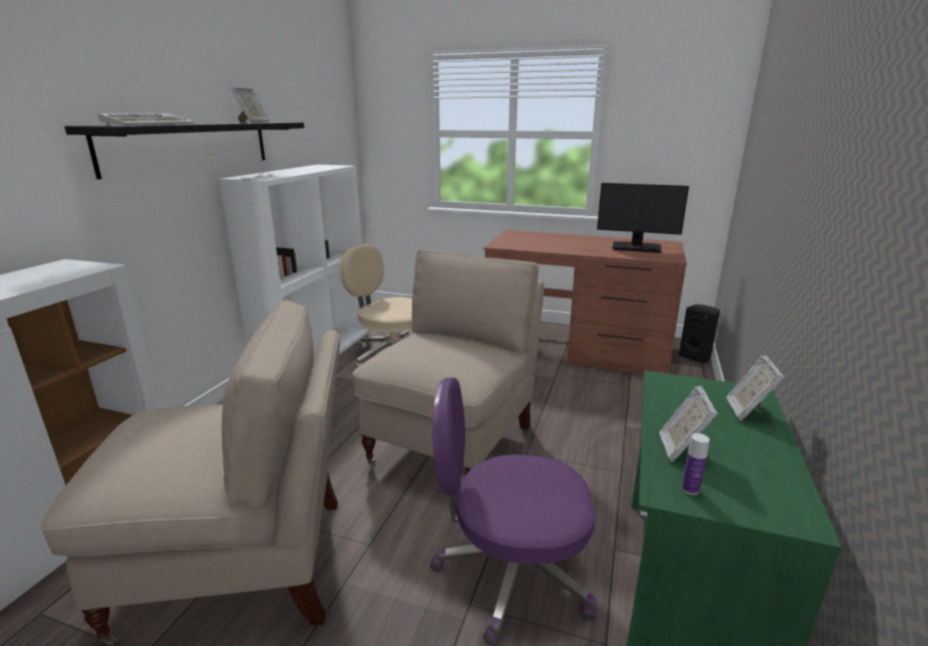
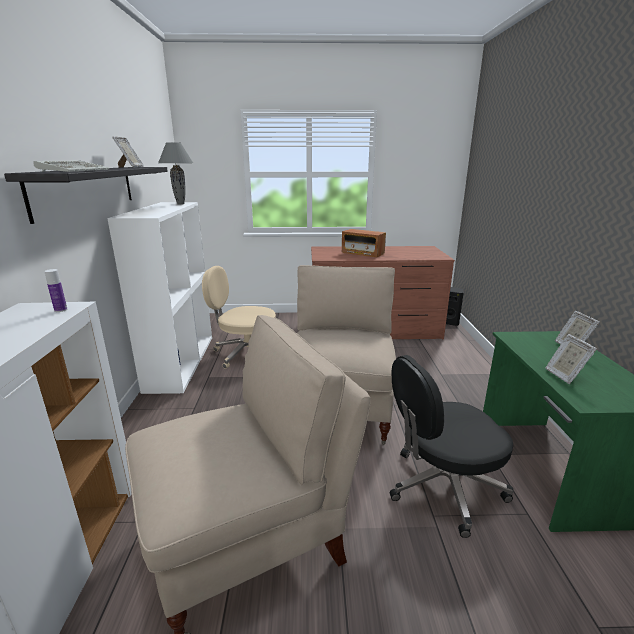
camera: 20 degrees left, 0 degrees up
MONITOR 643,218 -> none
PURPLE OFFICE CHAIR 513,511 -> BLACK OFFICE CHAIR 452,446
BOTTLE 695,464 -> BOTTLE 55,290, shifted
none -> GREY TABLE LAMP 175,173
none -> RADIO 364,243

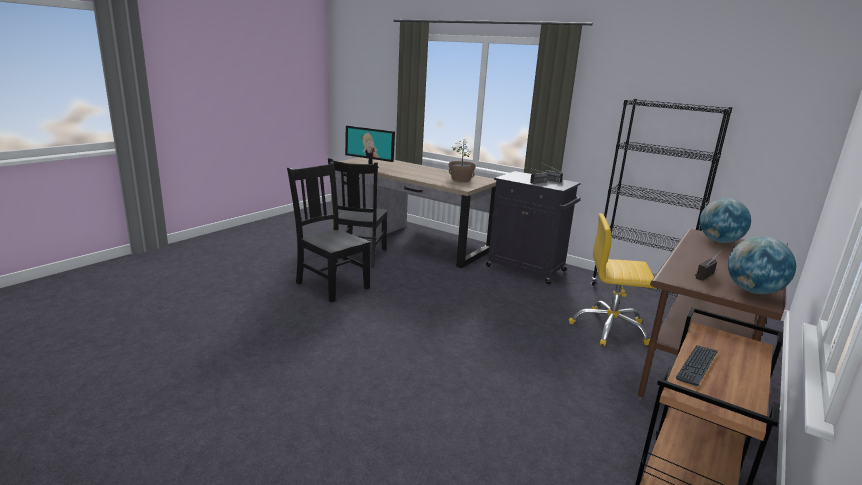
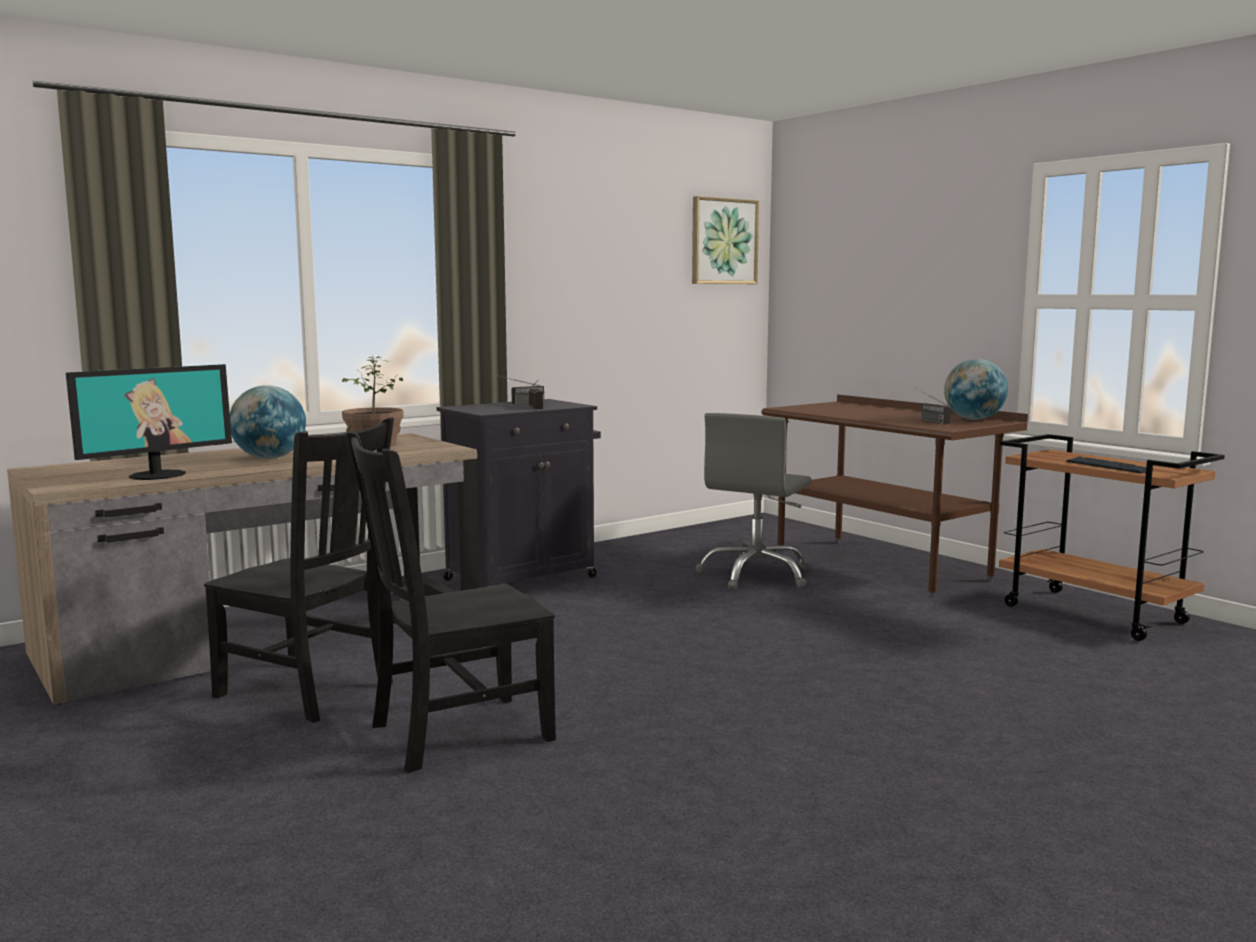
camera: 70 degrees left, 10 degrees down
BLACK BOOKCASE 662,198 -> none
GLOBE 725,220 -> GLOBE 268,422, shifted
YELLOW OFFICE CHAIR 613,279 -> GREY OFFICE CHAIR 753,501
none -> PICTURE 725,240

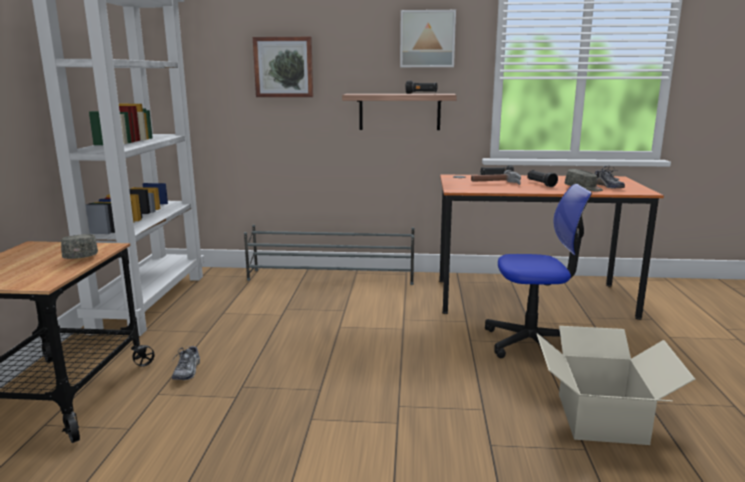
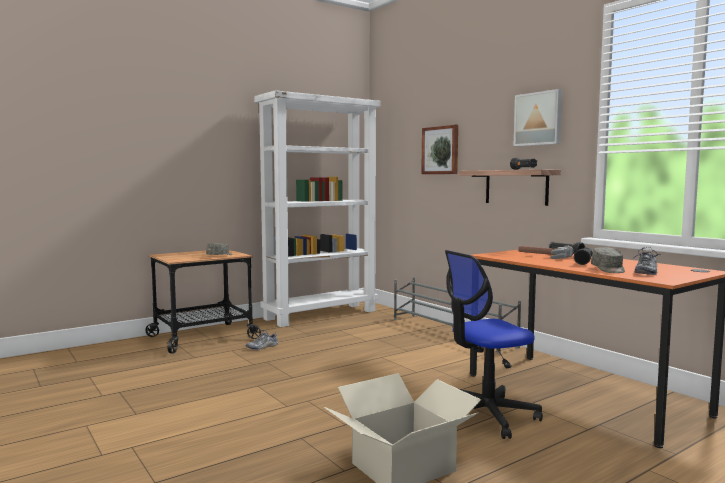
camera: 50 degrees right, 10 degrees down
OFFICE CHAIR 538,271 -> OFFICE CHAIR 494,344, 105 degrees clockwise

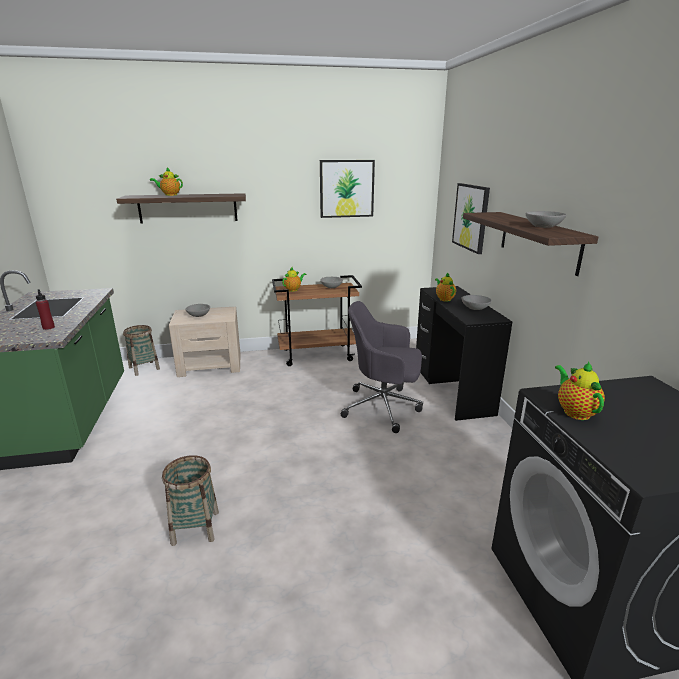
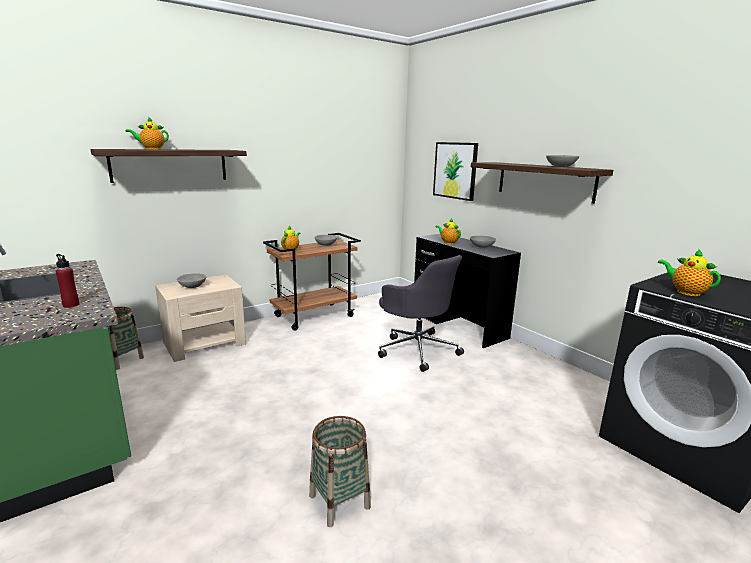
camera: 25 degrees left, 5 degrees down
PICTURE 347,189 -> none
GREY OFFICE CHAIR 382,367 -> GREY OFFICE CHAIR 421,313, 120 degrees counterclockwise

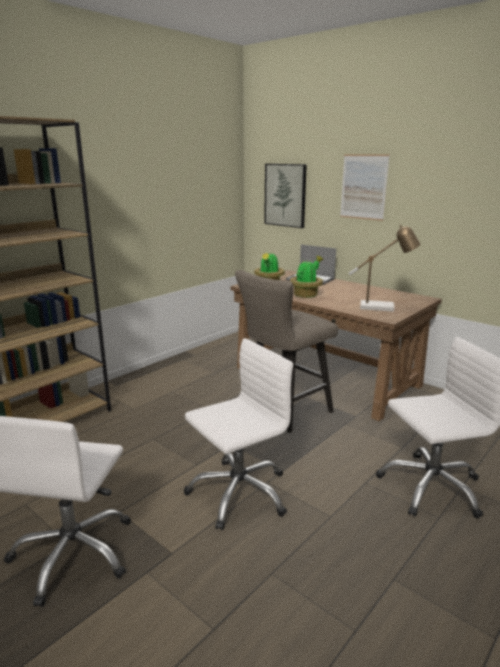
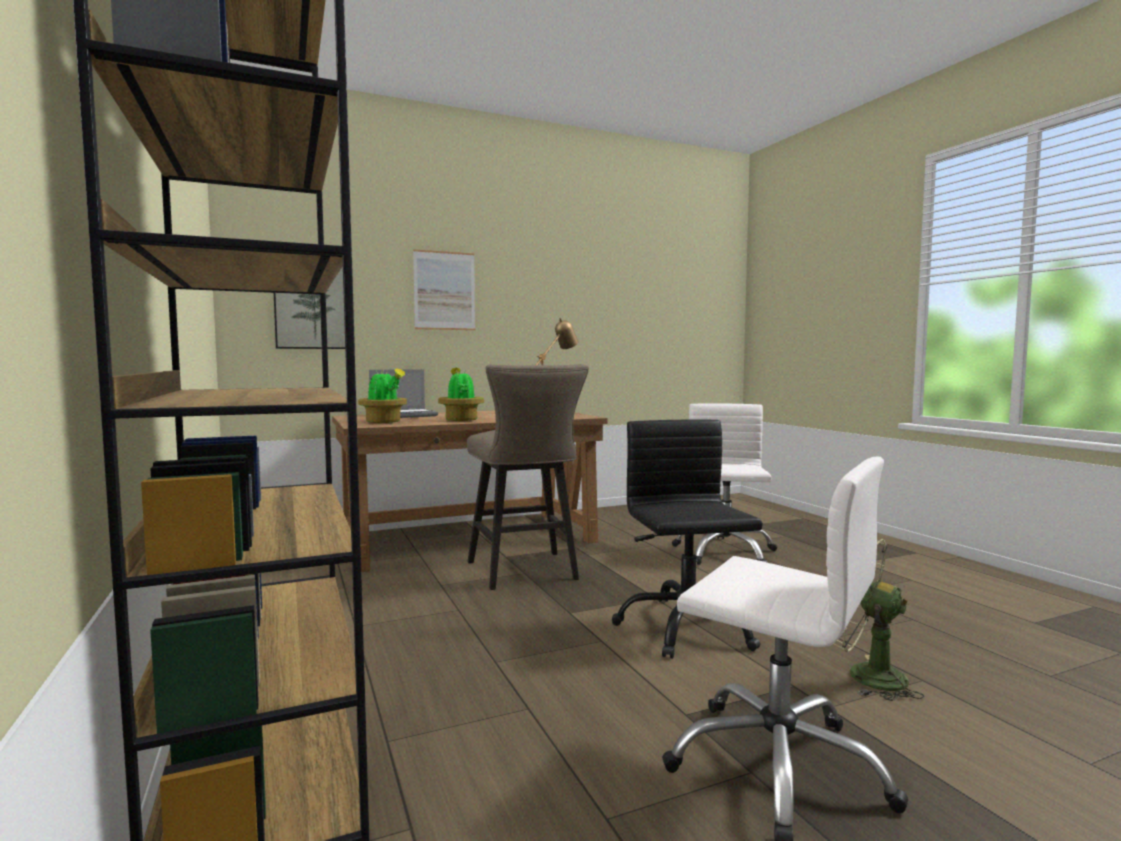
camera: 65 degrees left, 15 degrees down
WHITE OFFICE CHAIR 238,434 -> BLACK OFFICE CHAIR 687,539
none -> GREEN FAN 878,620

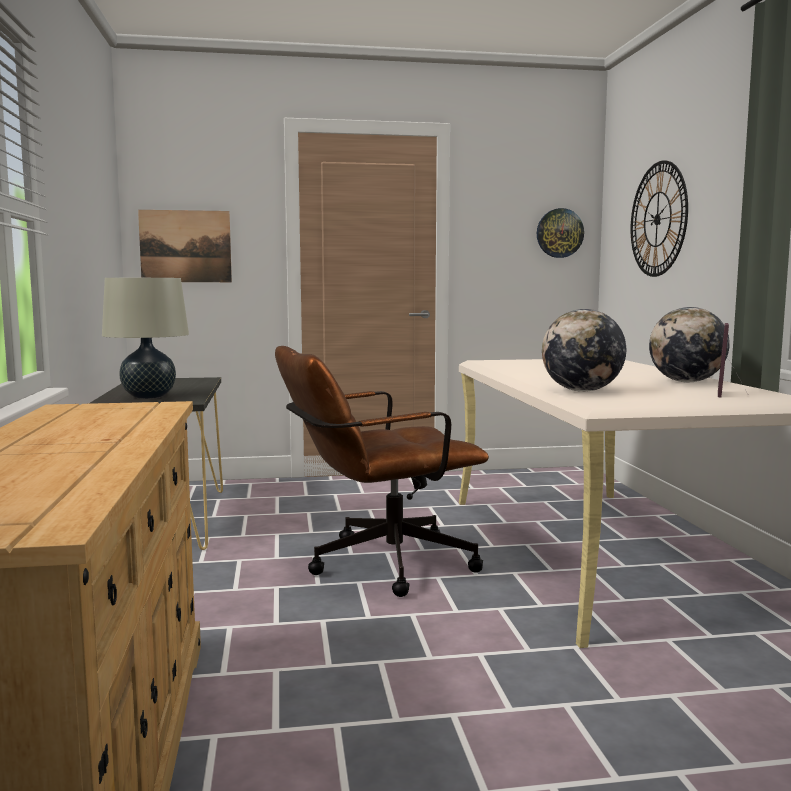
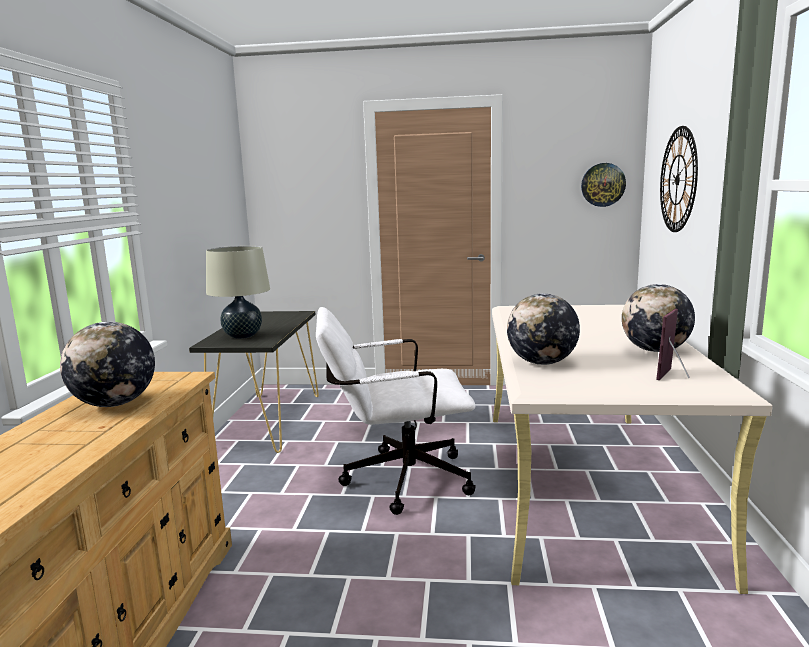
camera: 15 degrees right, 5 degrees up
PICTURE 185,246 -> none
BROWN OFFICE CHAIR 382,471 -> WHITE OFFICE CHAIR 396,411
none -> GLOBE 107,364

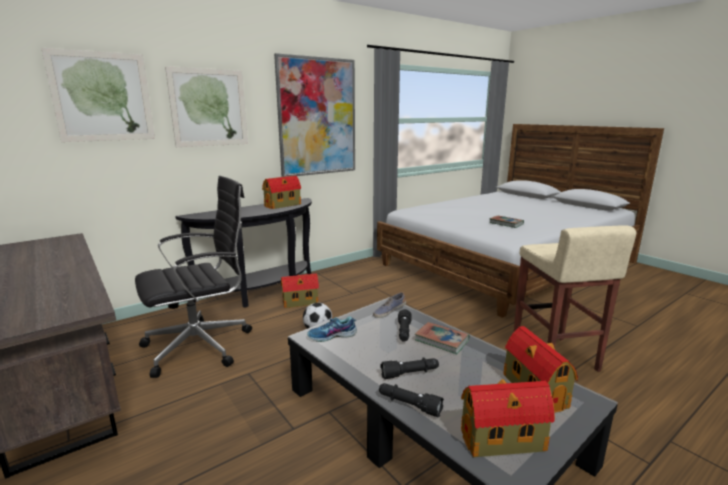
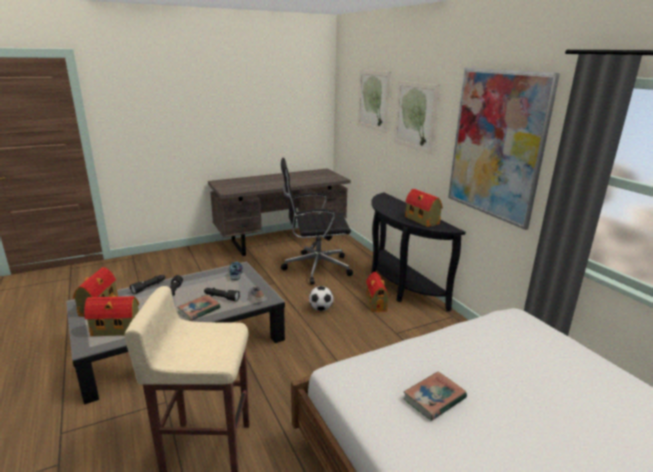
camera: 100 degrees right, 5 degrees up
BLACK OFFICE CHAIR 193,277 -> BLACK OFFICE CHAIR 317,221, 105 degrees clockwise

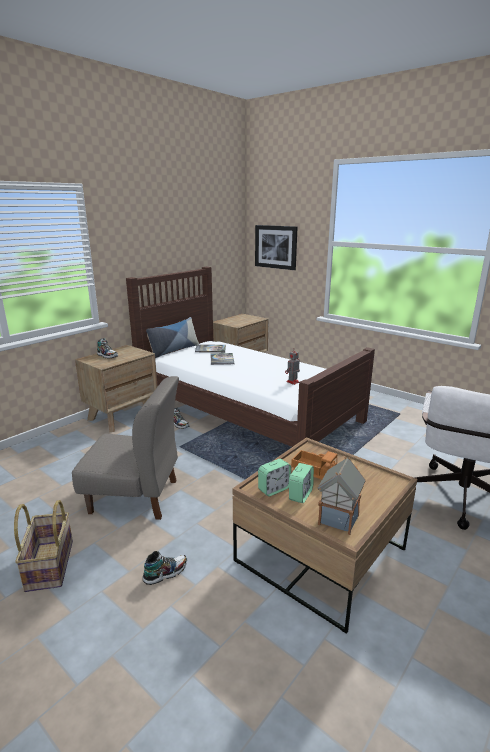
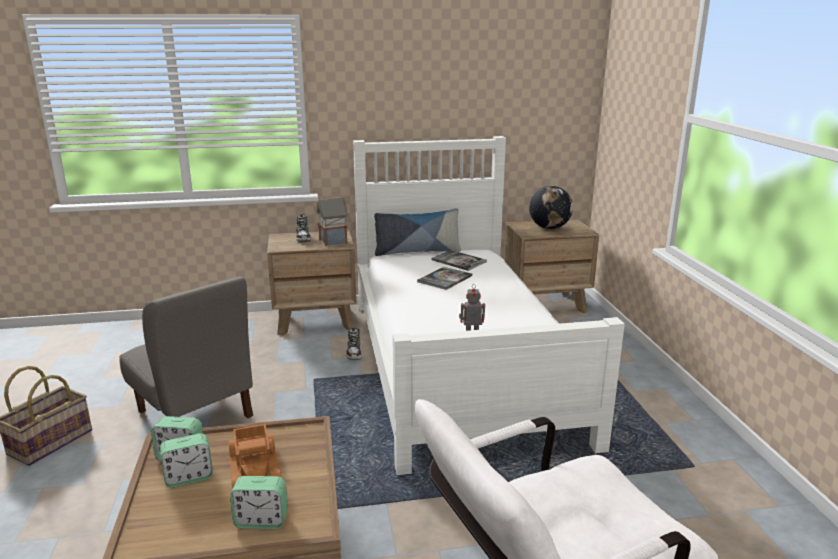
camera: 40 degrees right, 0 degrees up
PICTURE 276,247 -> none
BROWN BED 250,357 -> WHITE BED 489,305
TOY HOUSE 342,496 -> TOY HOUSE 332,221, shifted
SHOE 164,568 -> none
none -> GLOBE 551,207
none -> ALARM CLOCK 259,502

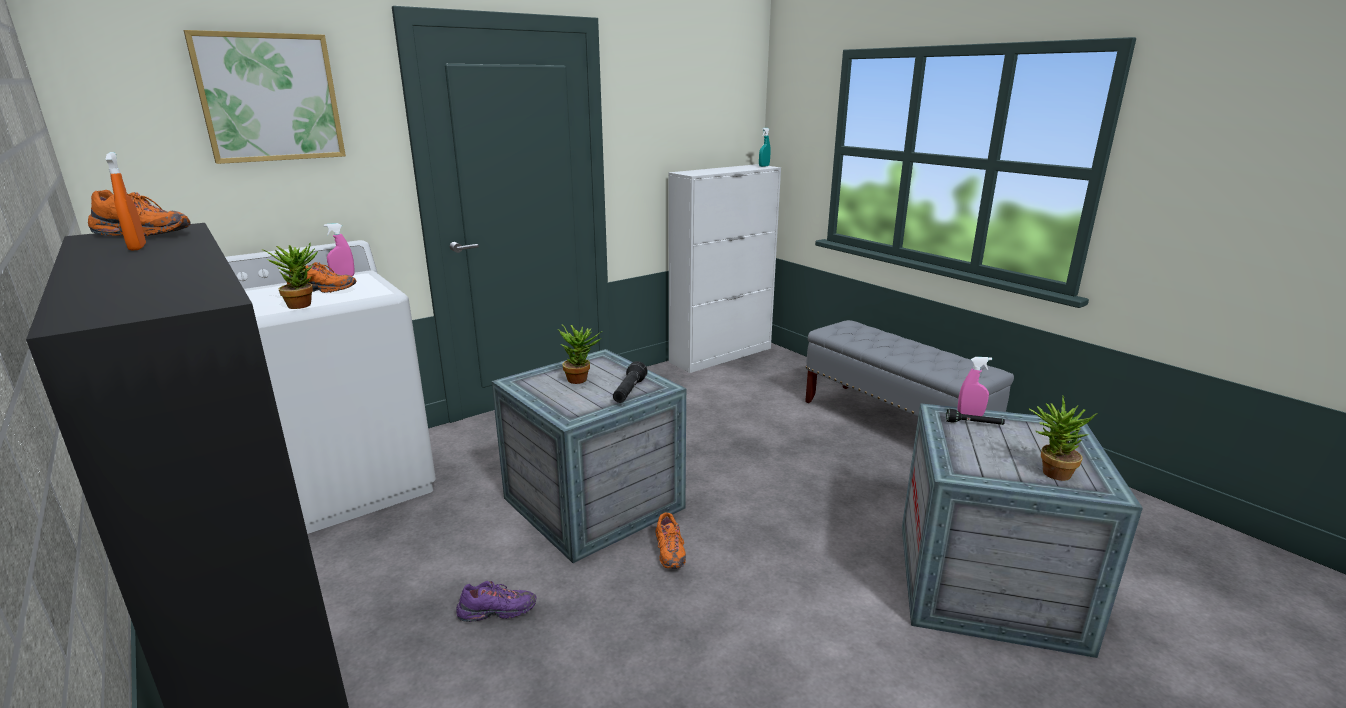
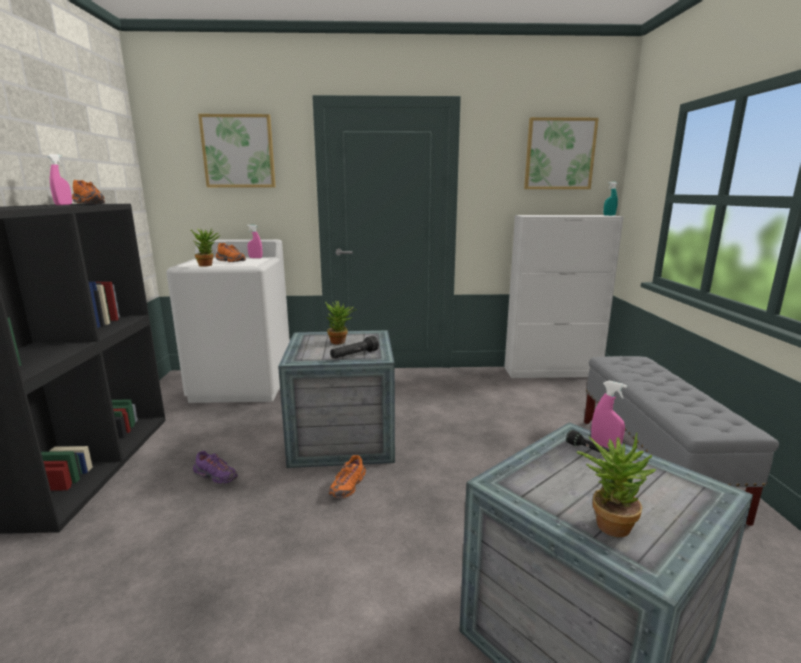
camera: 35 degrees right, 5 degrees down
ORANGE SPRAY BOTTLE 126,201 -> PINK SPRAY BOTTLE 60,179
none -> PICTURE 561,153

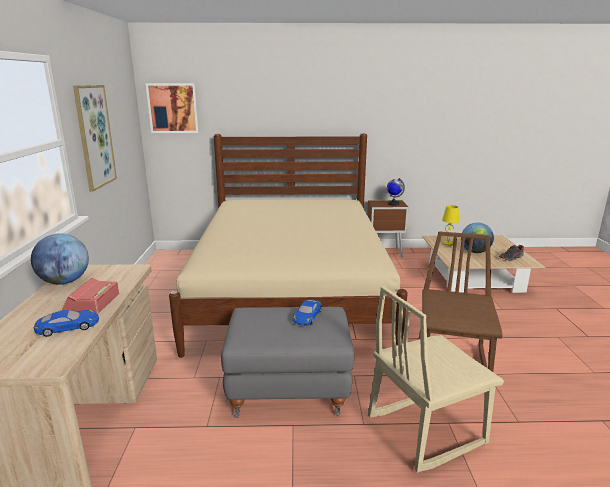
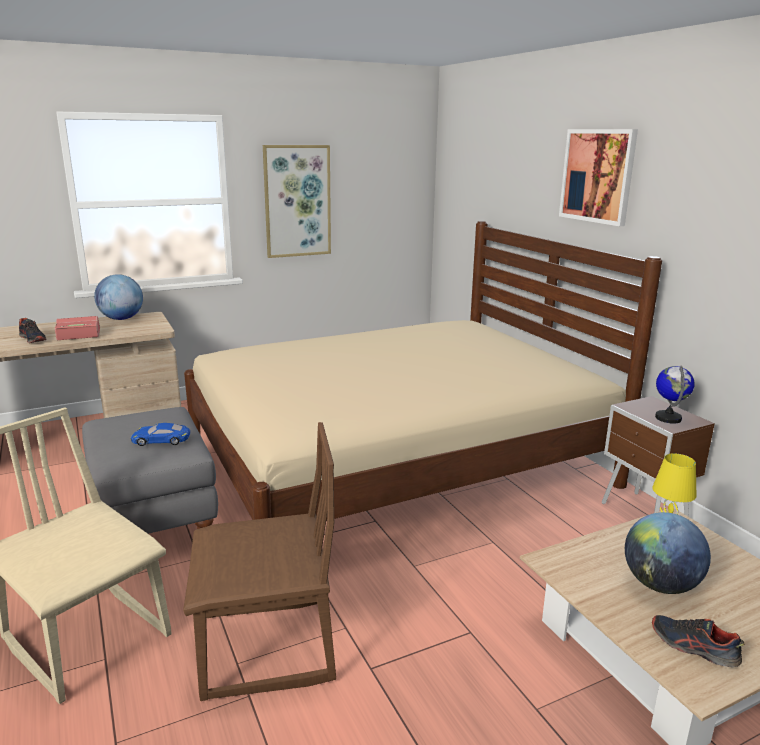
camera: 65 degrees right, 0 degrees up
PICTURE 172,108 -> PICTURE 598,177, shifted
BLUE TOY CAR 66,323 -> SHOE 33,330

